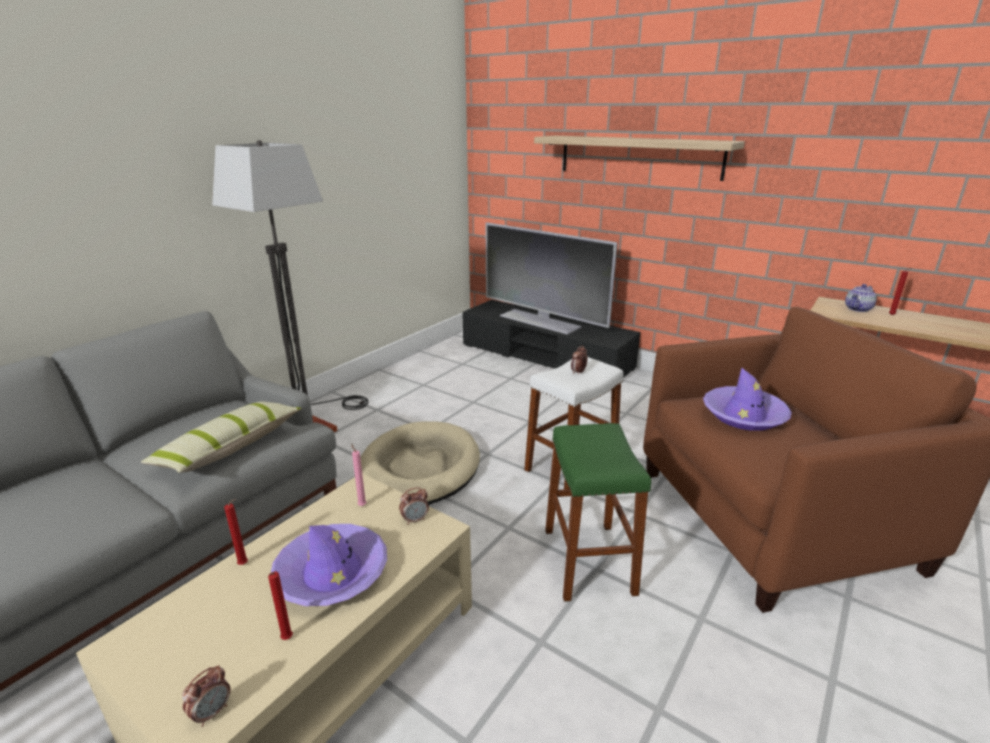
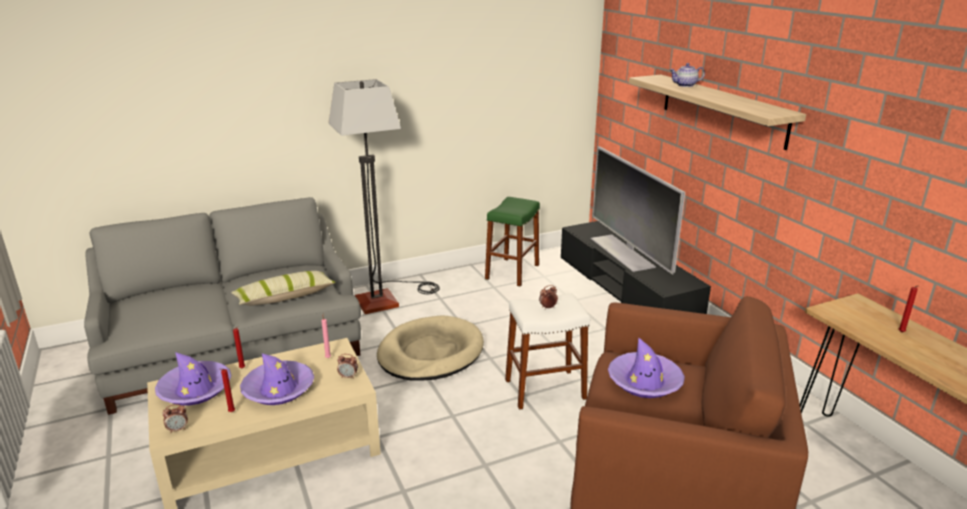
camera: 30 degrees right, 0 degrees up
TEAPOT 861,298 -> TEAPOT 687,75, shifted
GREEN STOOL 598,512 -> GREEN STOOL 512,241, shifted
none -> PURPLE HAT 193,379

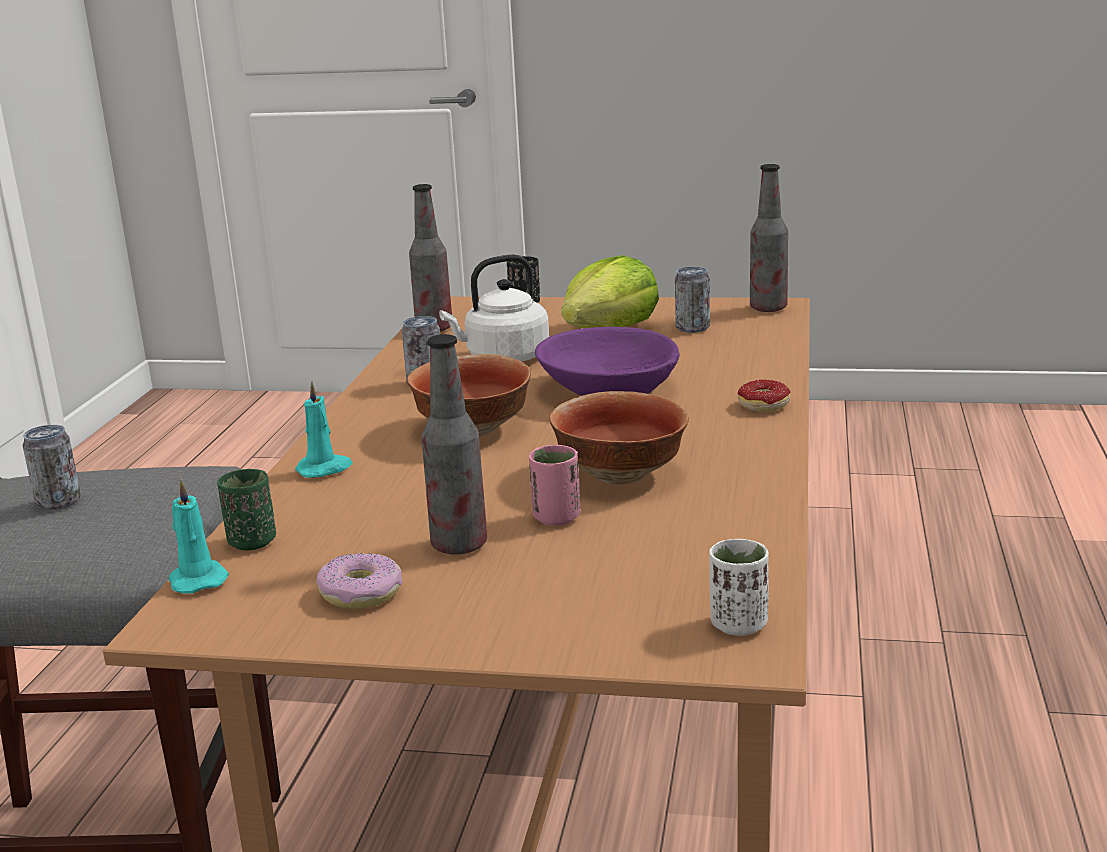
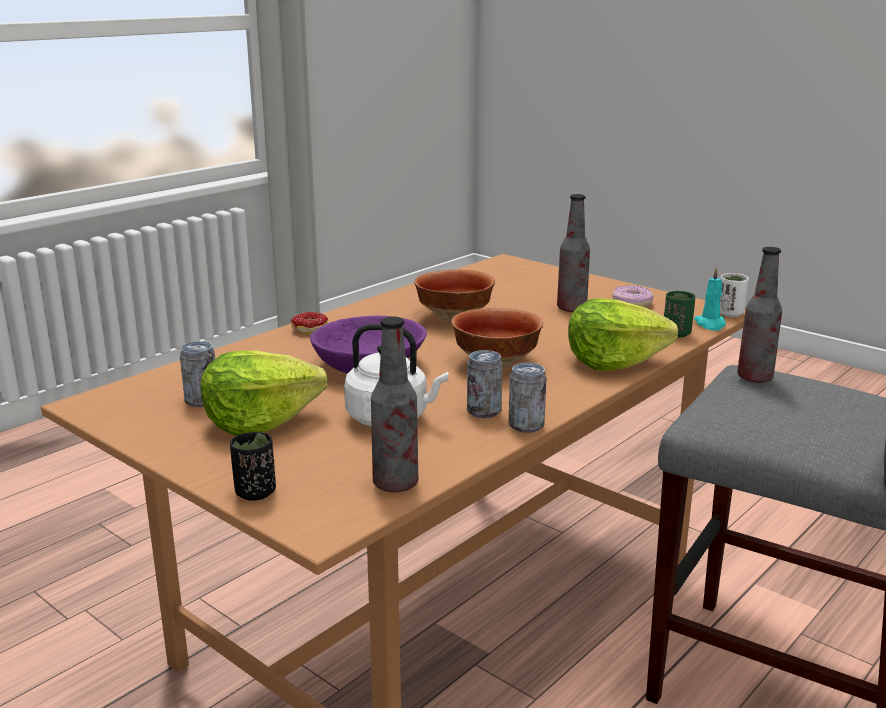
camera: 150 degrees left, 0 degrees up
BOTTLE 769,238 -> BOTTLE 759,315, shifted
TURQUOISE CANDLE 324,429 -> LETTUCE 623,334
CAN 52,467 -> CAN 528,398, shifted
PINK CUP 555,485 -> none
WHITE CUP 739,587 -> WHITE CUP 734,295, shifted

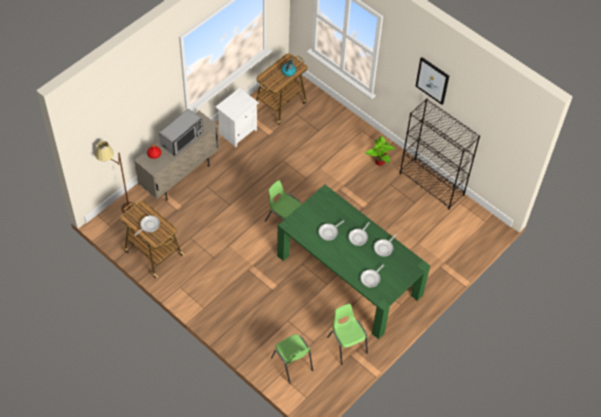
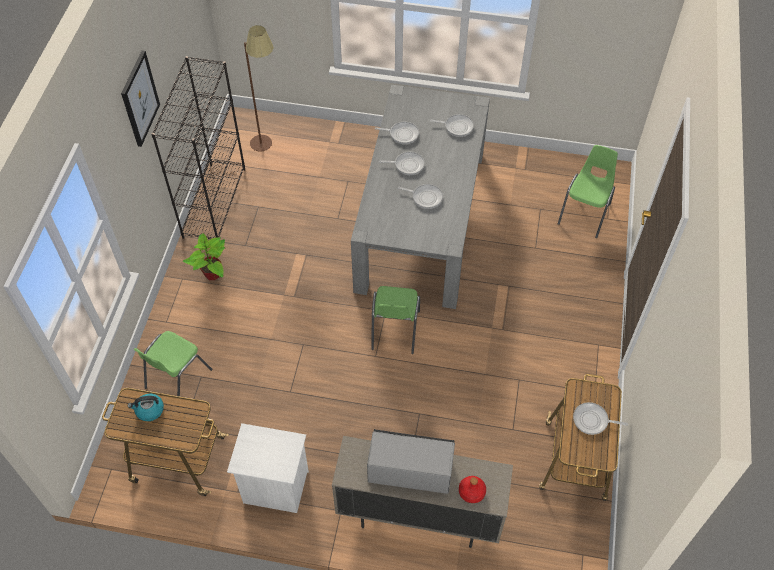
camera: 120 degrees left, 0 degrees up
BROWN FLOOR LAMP 115,177 -> BROWN FLOOR LAMP 259,88, shifted
GREEN DINING TABLE 353,262 -> GREY DINING TABLE 420,197
GREEN CHAIR 347,334 -> GREEN CHAIR 173,369, shifted

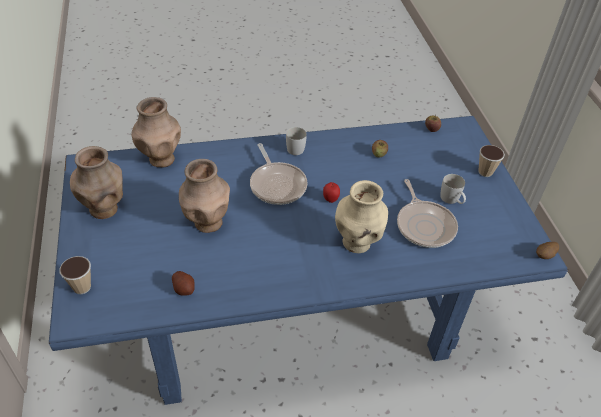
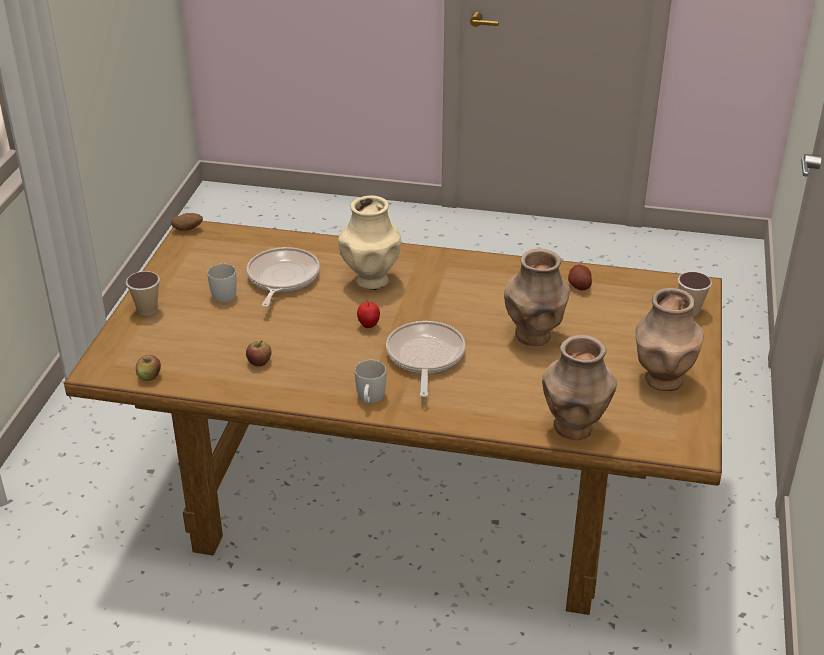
camera: 155 degrees left, 10 degrees down
BLUE DINING TABLE 308,260 -> BROWN DINING TABLE 393,418

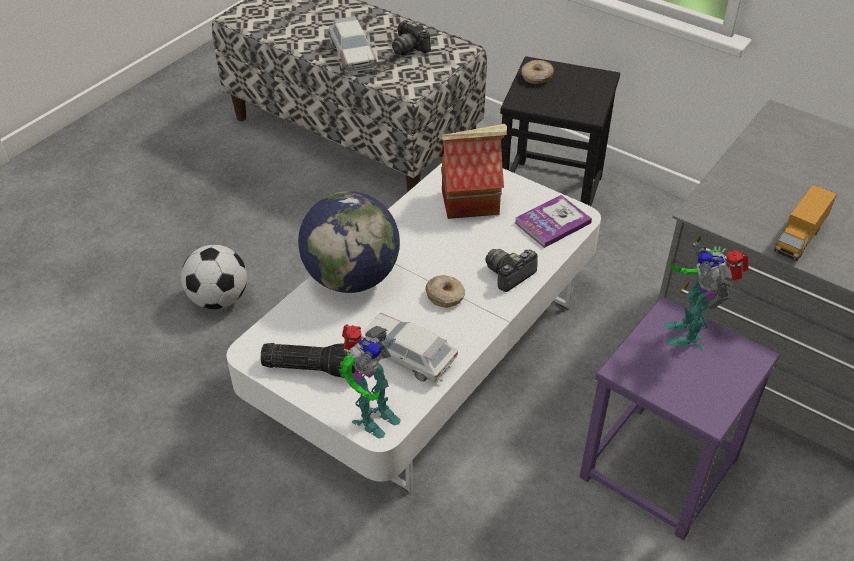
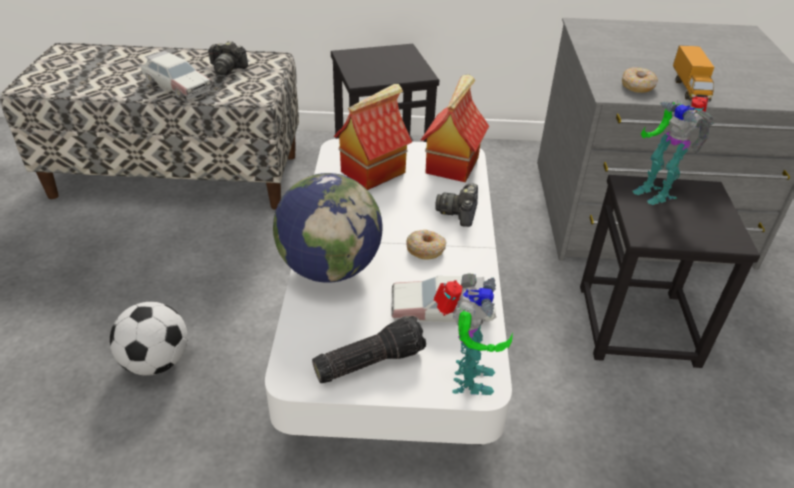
camera: 35 degrees left, 5 degrees down
DONUT 537,72 -> DONUT 640,80, shifted
BOOK 553,221 -> TOY HOUSE 455,128
PURPLE STOOL 679,418 -> BLACK STOOL 670,271

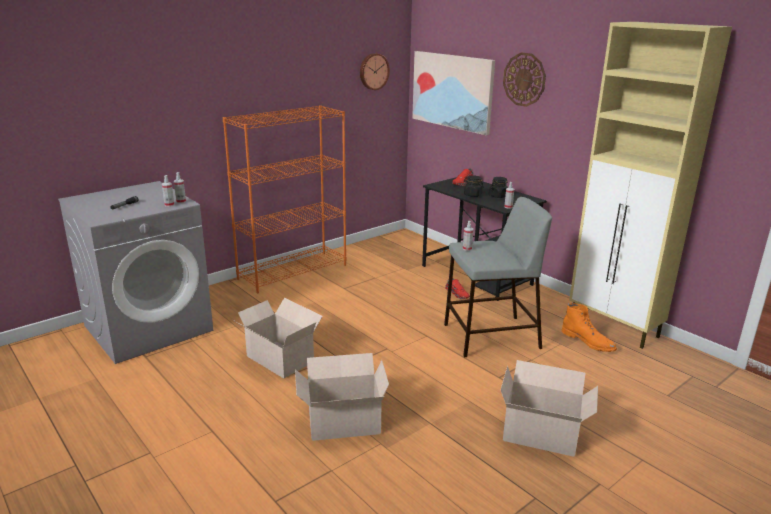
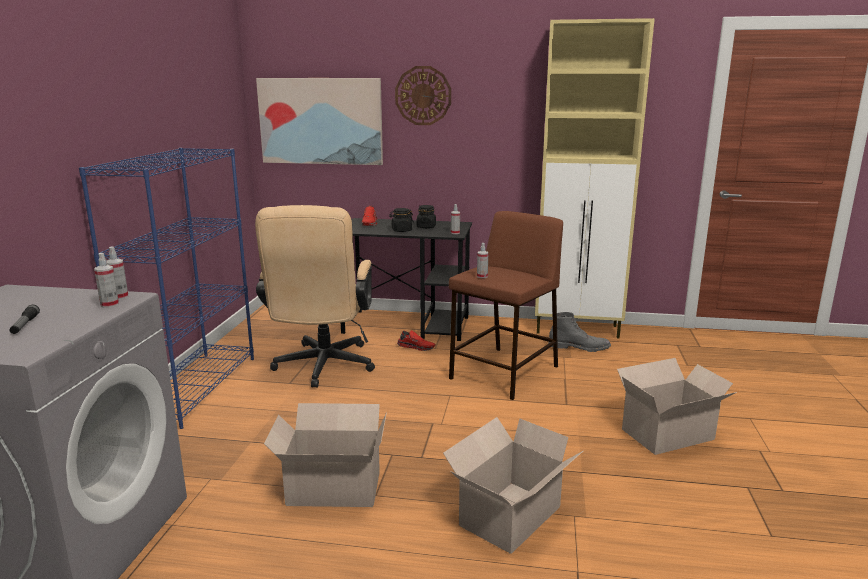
camera: 40 degrees left, 5 degrees down
WALL CLOCK 375,71 -> none
ORANGE BOOKCASE 285,199 -> BLUE BOOKCASE 166,288
GREY STOOL 498,277 -> BROWN STOOL 506,305
ORANGE BOOT 589,327 -> GREY BOOT 579,332
none -> BEIGE OFFICE CHAIR 315,296

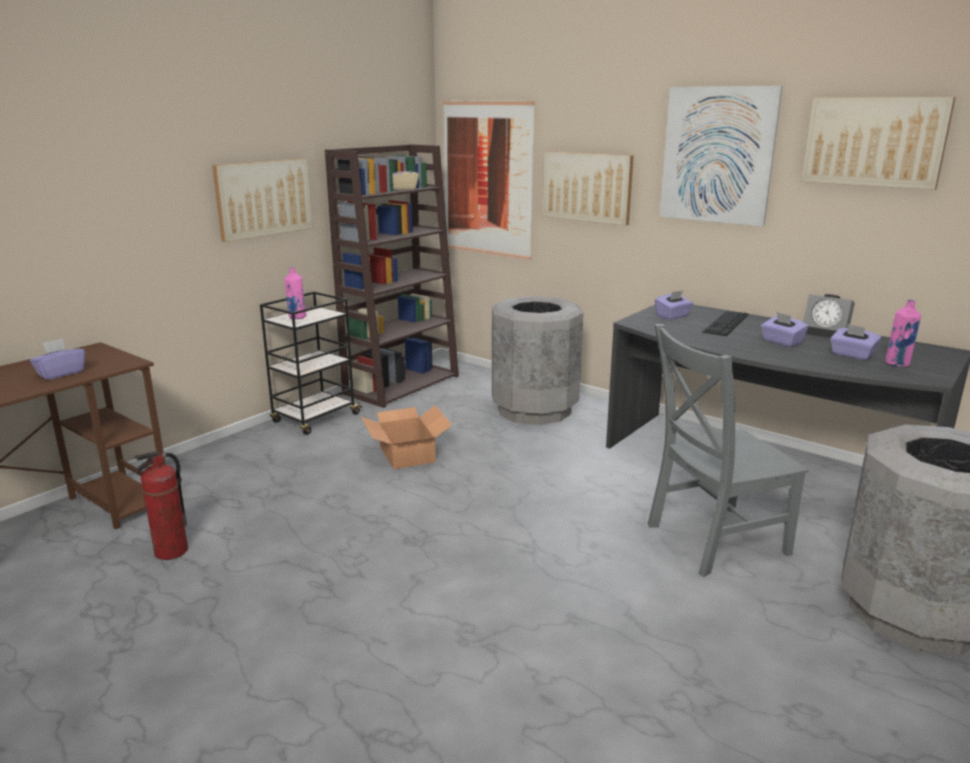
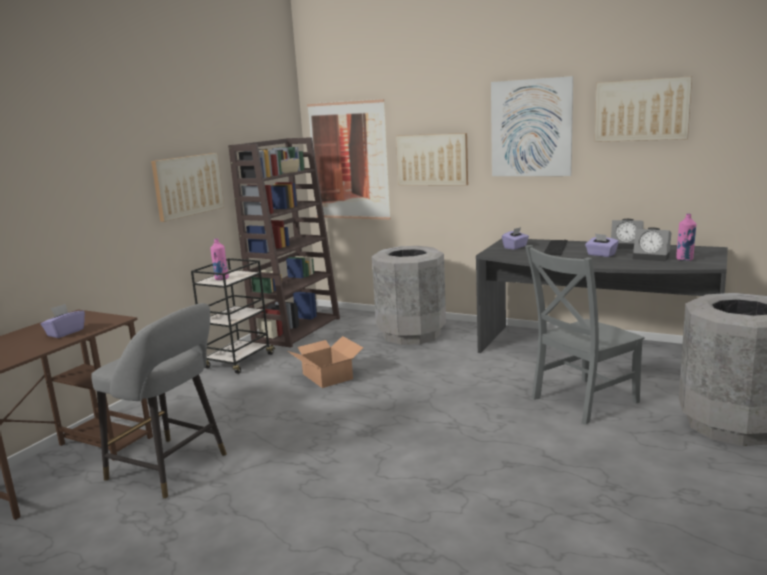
camera: 10 degrees left, 5 degrees down
PURPLE TISSUE BOX 855,342 -> ALARM CLOCK 652,244
FIRE EXTINGUISHER 161,505 -> GREY STOOL 159,401

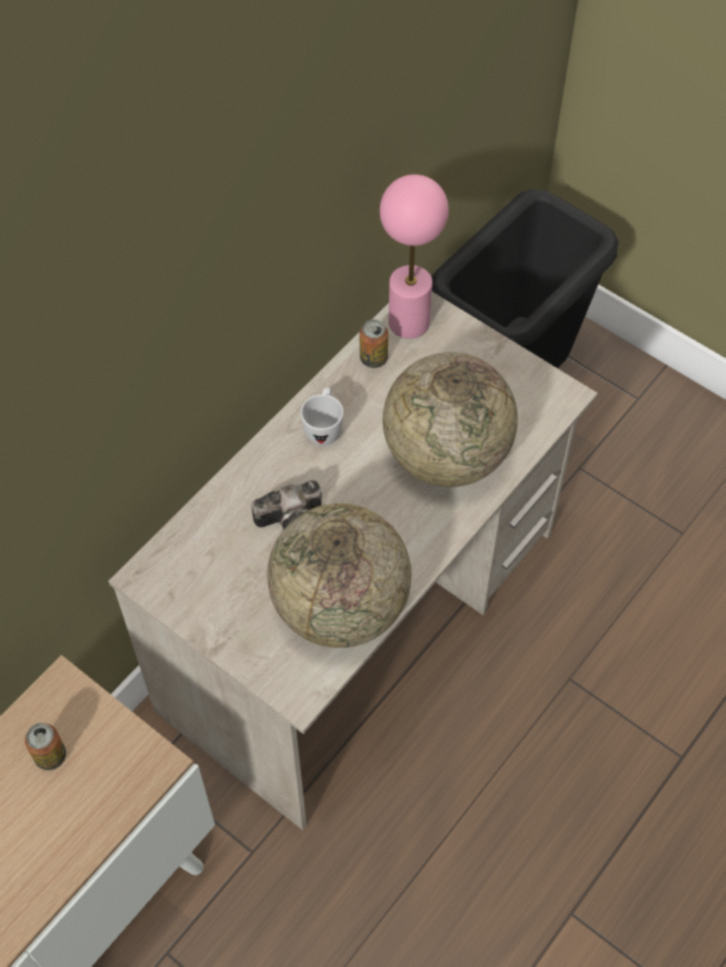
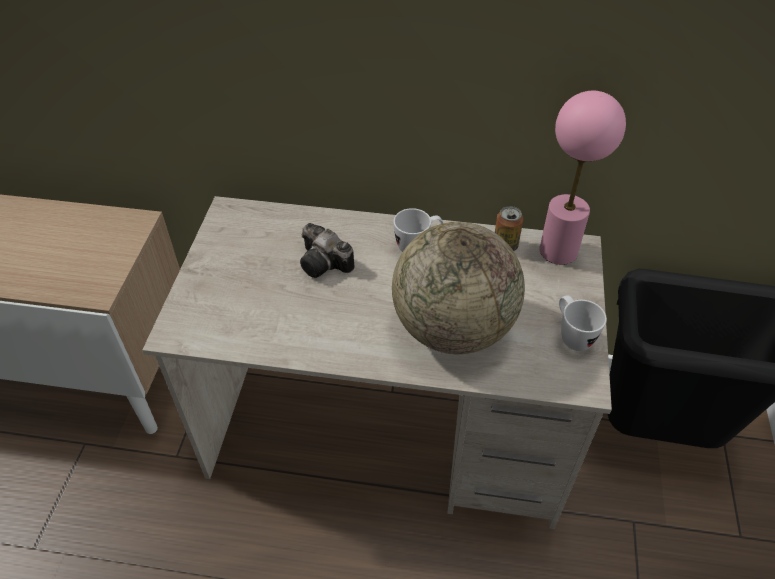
camera: 60 degrees right, 10 degrees down
GLOBE 339,575 -> none
CAN 45,746 -> none
none -> WHITE MUG 583,323

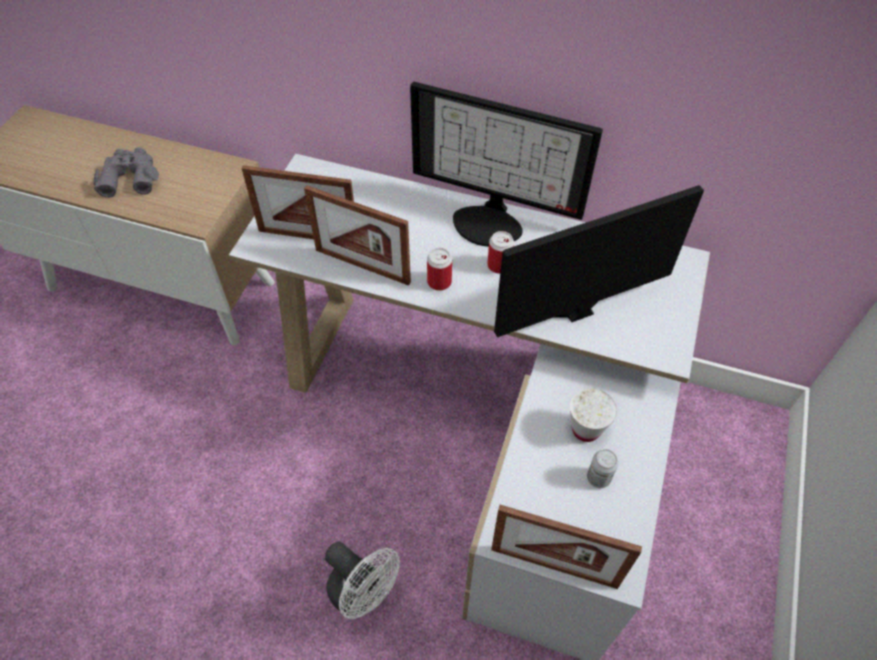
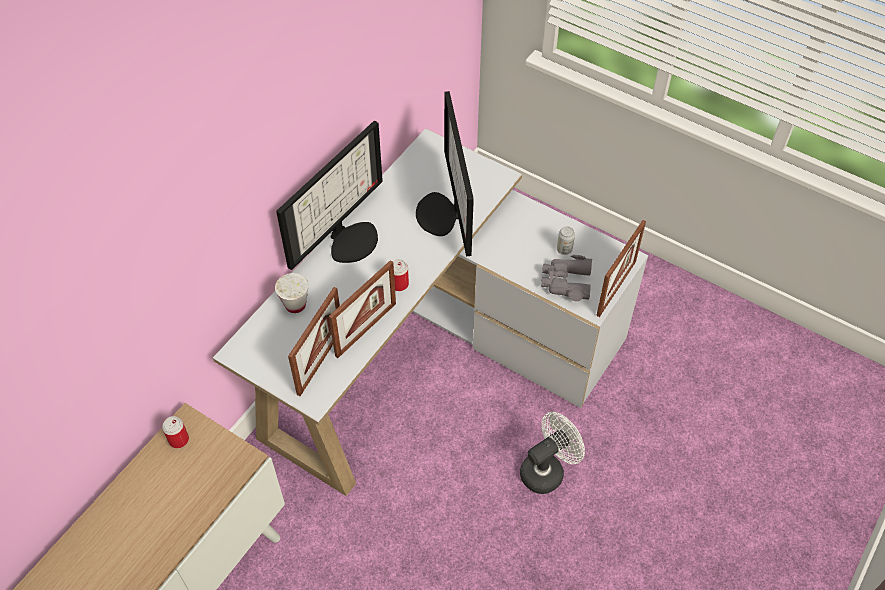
camera: 75 degrees left, 0 degrees up
GREY BINOCULARS 126,172 -> GREY BINOCULARS 566,278, shifted
CAN 500,252 -> CAN 175,432, shifted
WHITE CUP 593,415 -> WHITE CUP 292,293, shifted

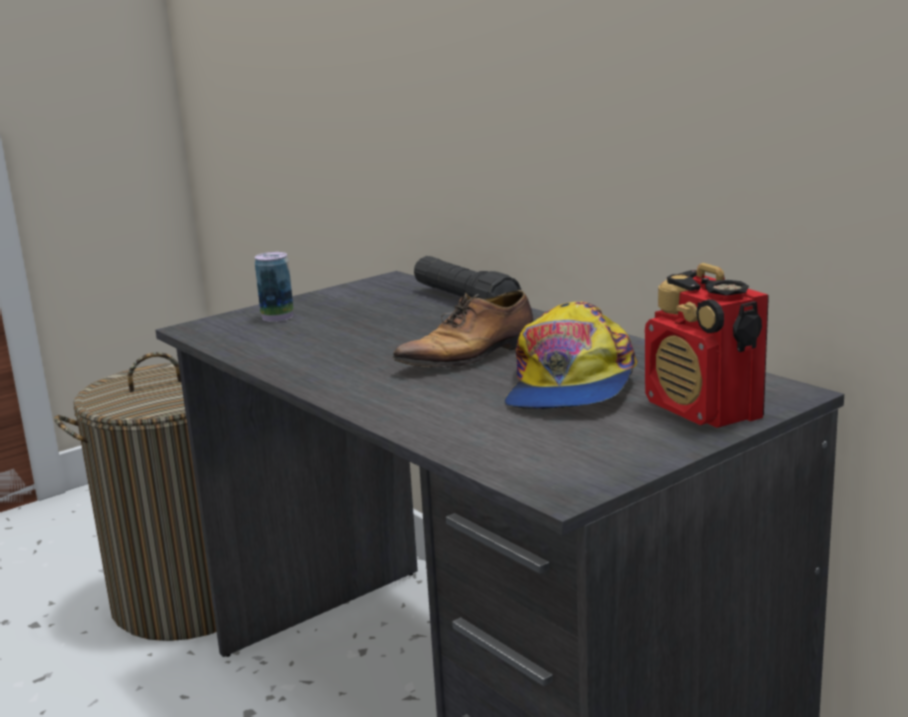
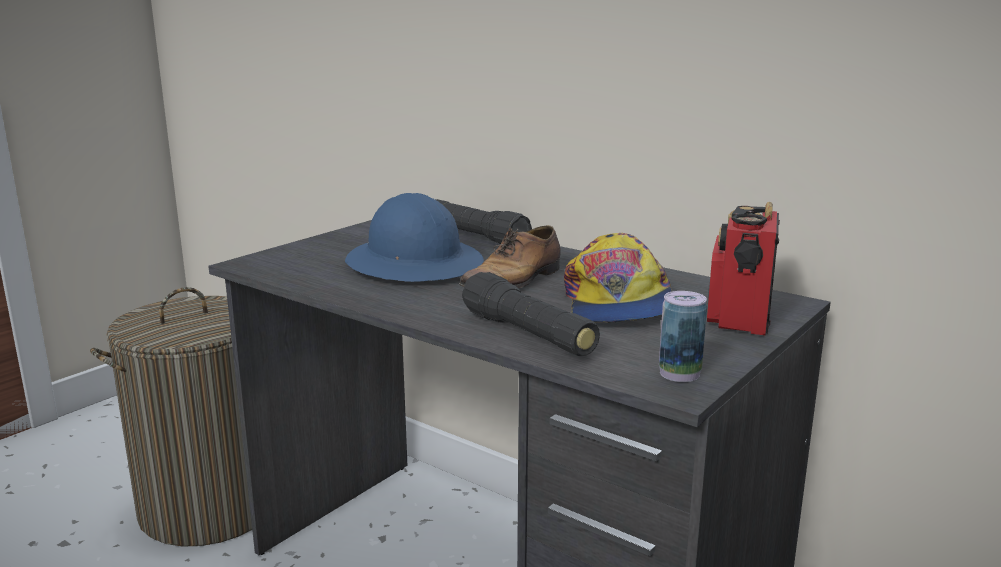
camera: 15 degrees left, 0 degrees up
CAN 274,287 -> CAN 683,336, shifted
RADIO 707,345 -> RADIO 743,268, 60 degrees clockwise
none -> BLUE HARD HAT 414,237
none -> BLACK FLASHLIGHT 531,314

